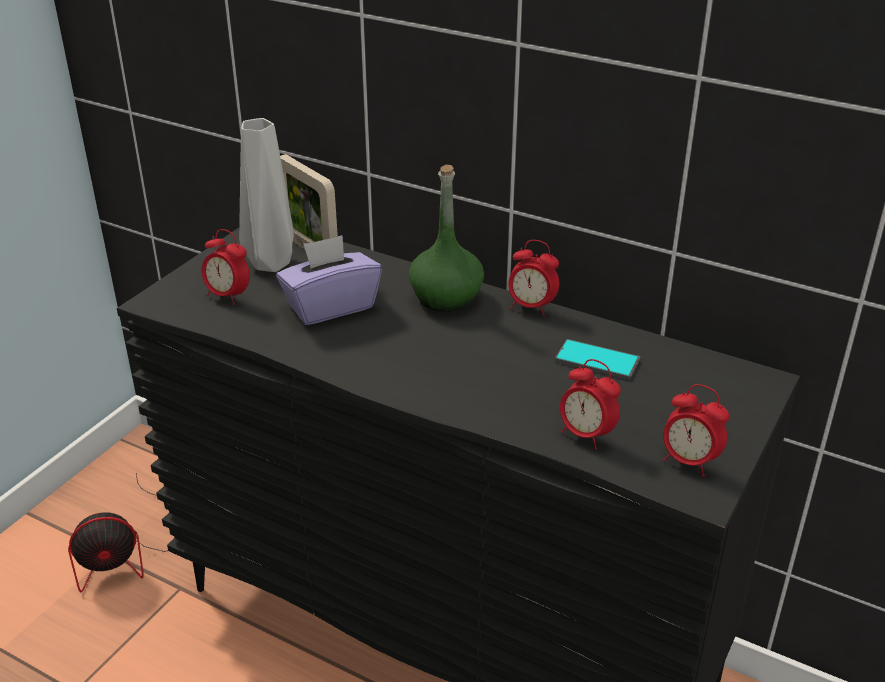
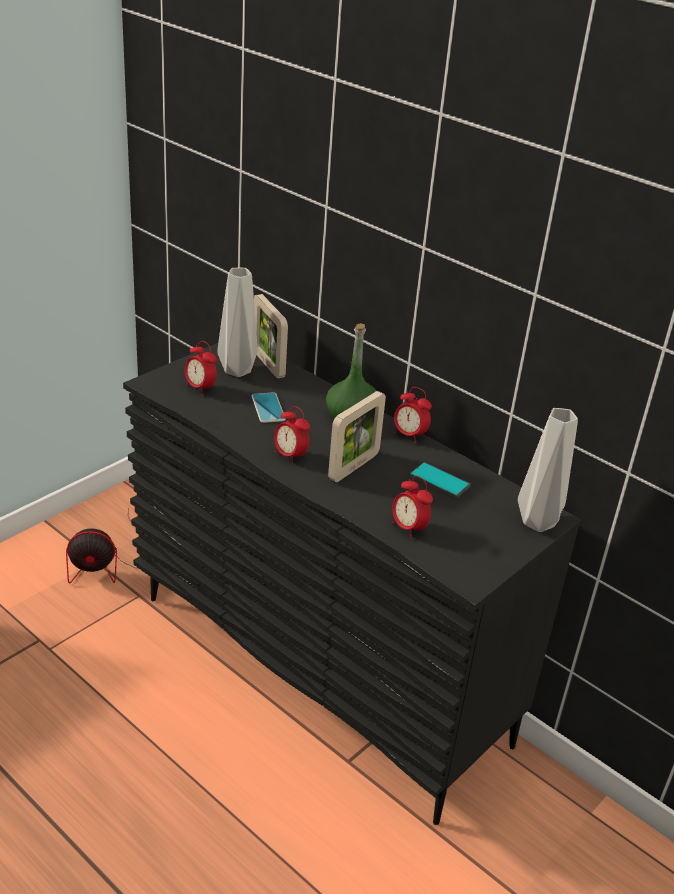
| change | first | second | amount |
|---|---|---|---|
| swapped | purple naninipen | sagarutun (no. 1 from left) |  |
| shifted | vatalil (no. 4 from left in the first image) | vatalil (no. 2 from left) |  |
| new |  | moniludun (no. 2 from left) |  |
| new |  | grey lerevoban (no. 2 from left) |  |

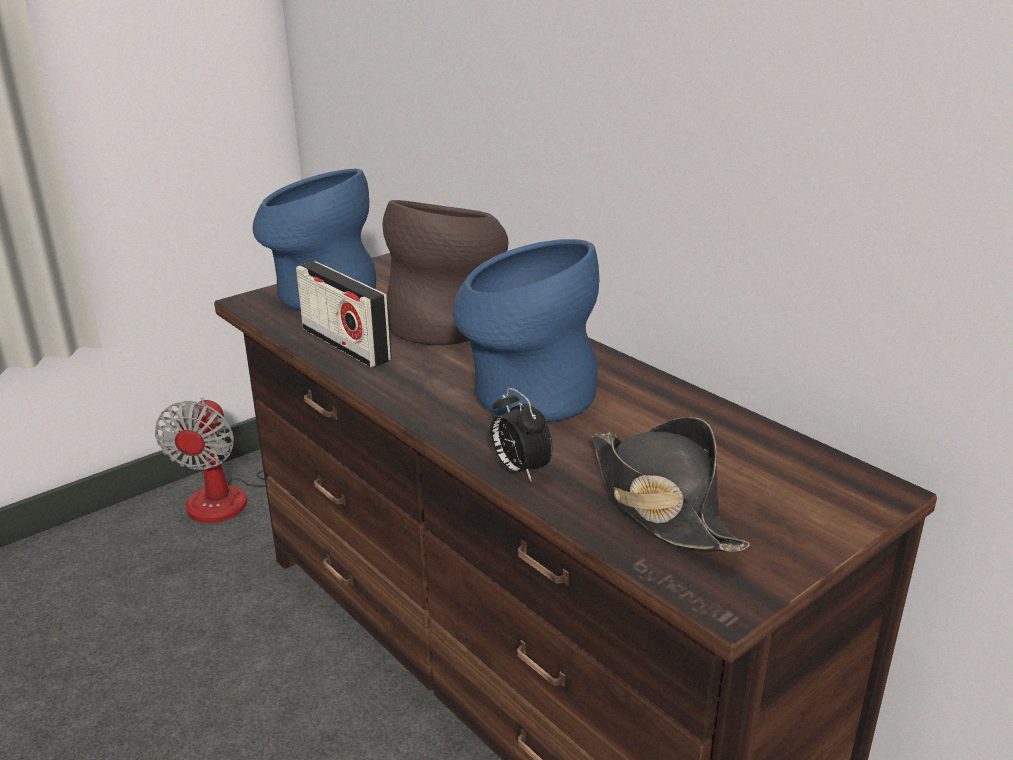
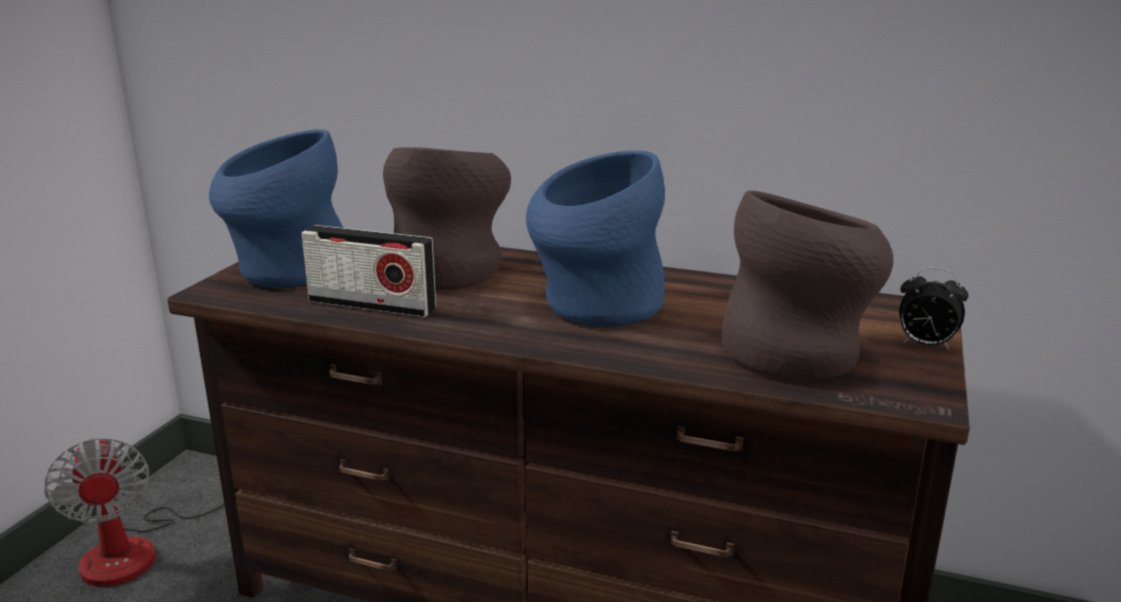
| change | first | second | amount |
|---|---|---|---|
| shifted | vatalil |  |  |
| swapped | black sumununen | brown lerevoban (no. 2 from left) |  |

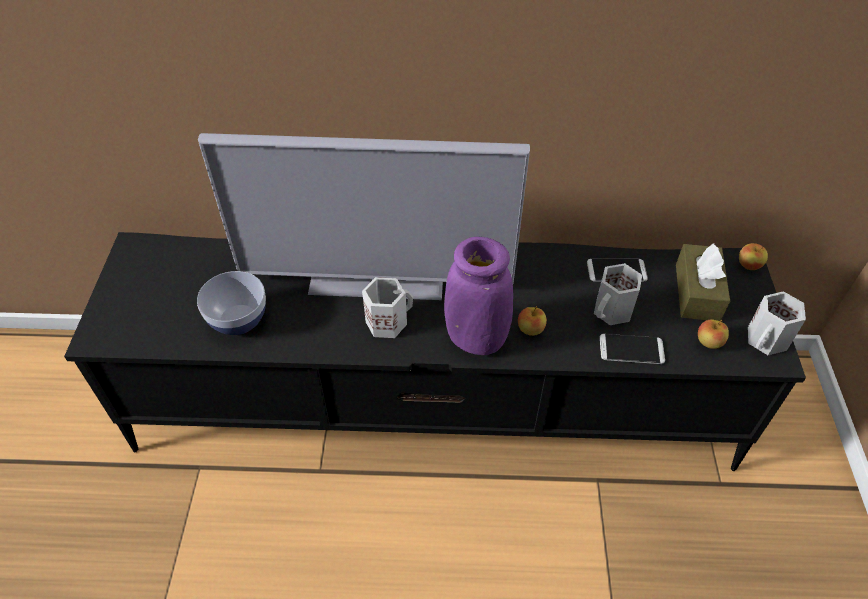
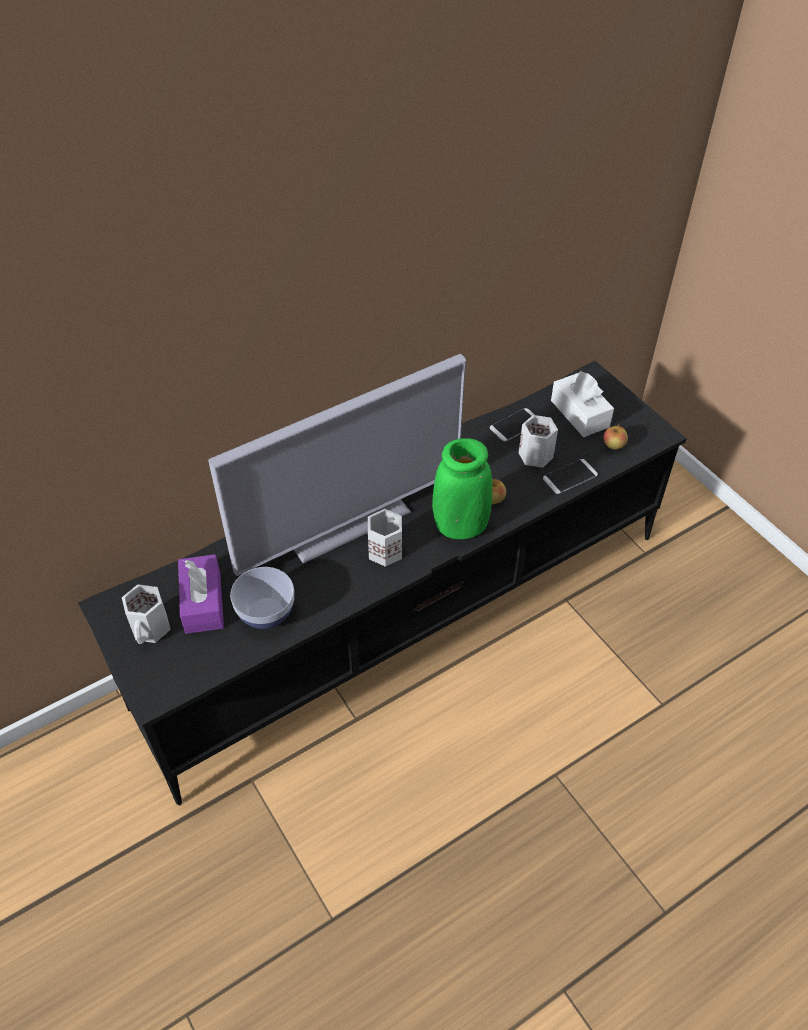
| change | first | second | amount |
|---|---|---|---|
| repainted | purple lerevoban | green lerevoban |  |
| repainted | brown naninipen | white naninipen |  |
| gone | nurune (no. 3 from left) |  |  |
| shifted | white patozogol (no. 3 from left in the first image) | white patozogol (no. 1 from left) |  |
| new |  | purple naninipen |  |

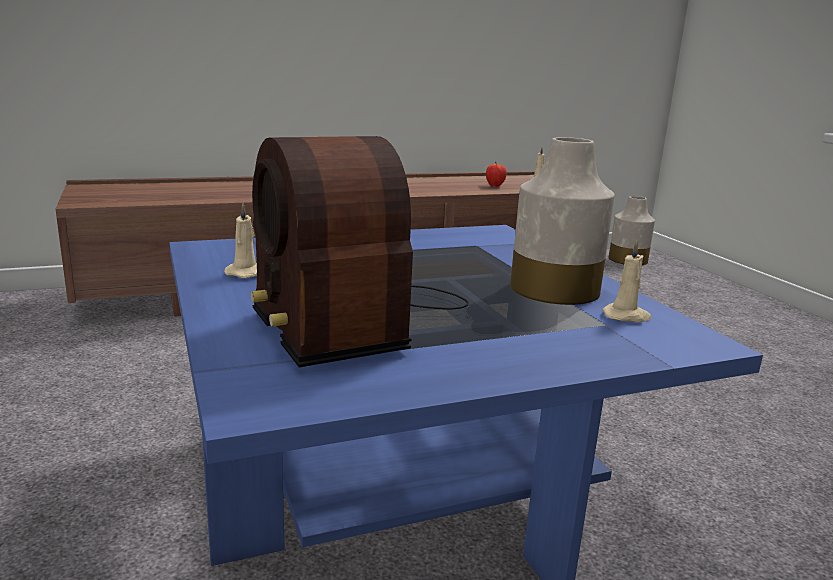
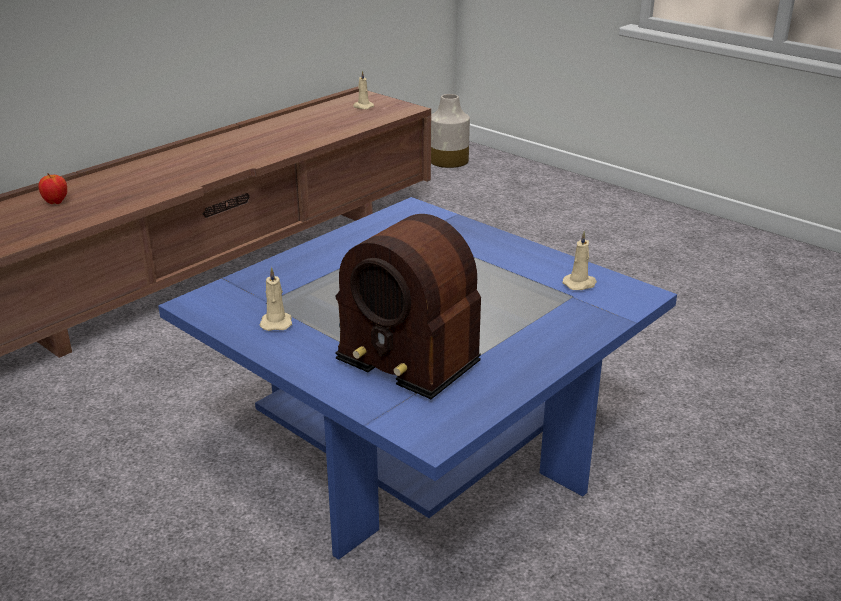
| change | first | second | amount |
|---|---|---|---|
| shifted | nurune |  |  |
| gone | beige lerevoban (no. 1 from left) |  |  |

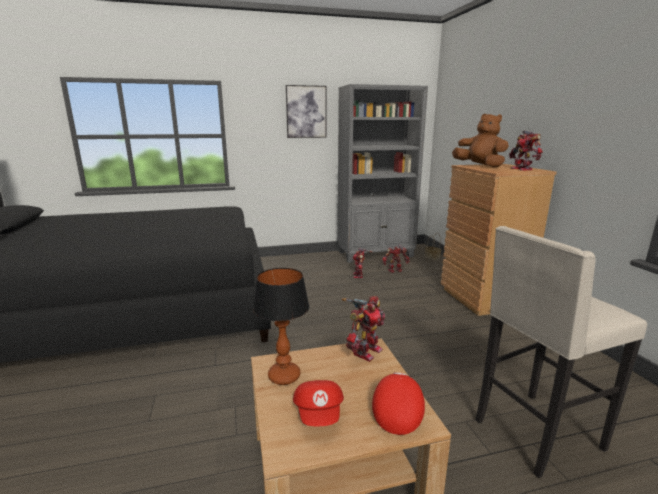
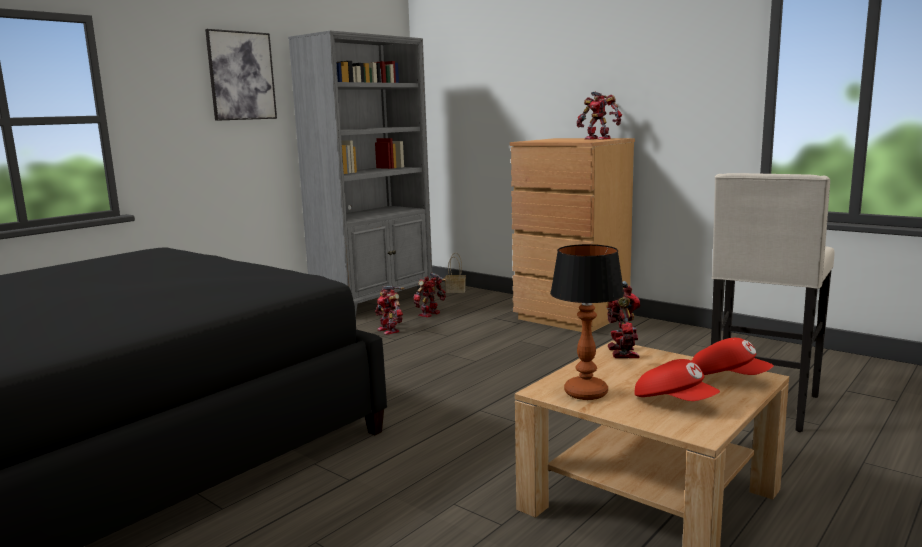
| change | first | second | amount |
|---|---|---|---|
| rotated | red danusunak (no. 2 from left) |  | 150 degrees clockwise |
| gone | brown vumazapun |  |  |

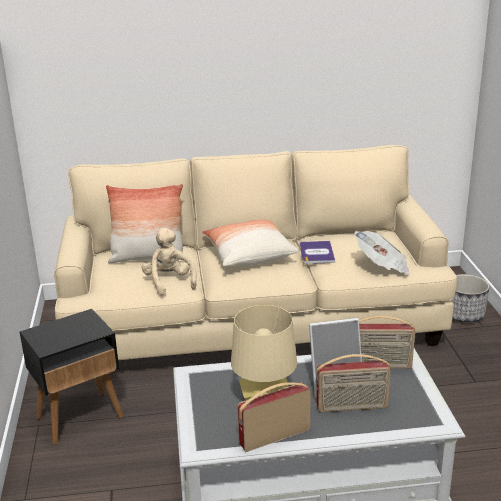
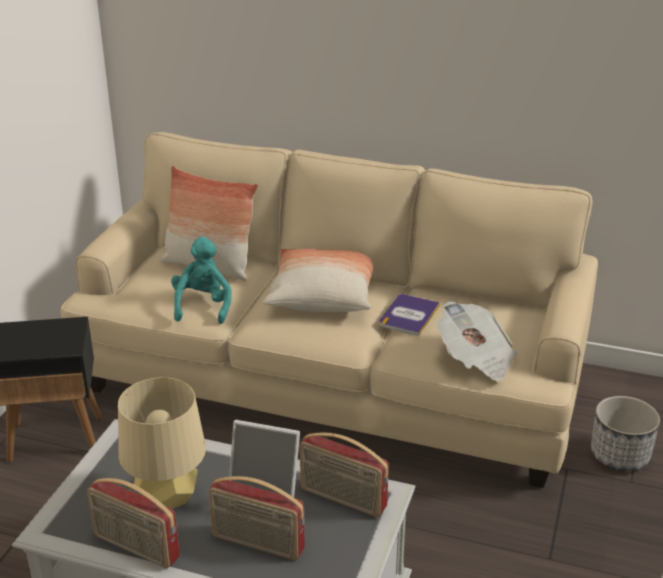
| change | first | second | amount |
|---|---|---|---|
| repainted | beige vumazapun | turquoise vumazapun |  |
| rotated | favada (no. 1 from left) |  | 150 degrees counterclockwise |

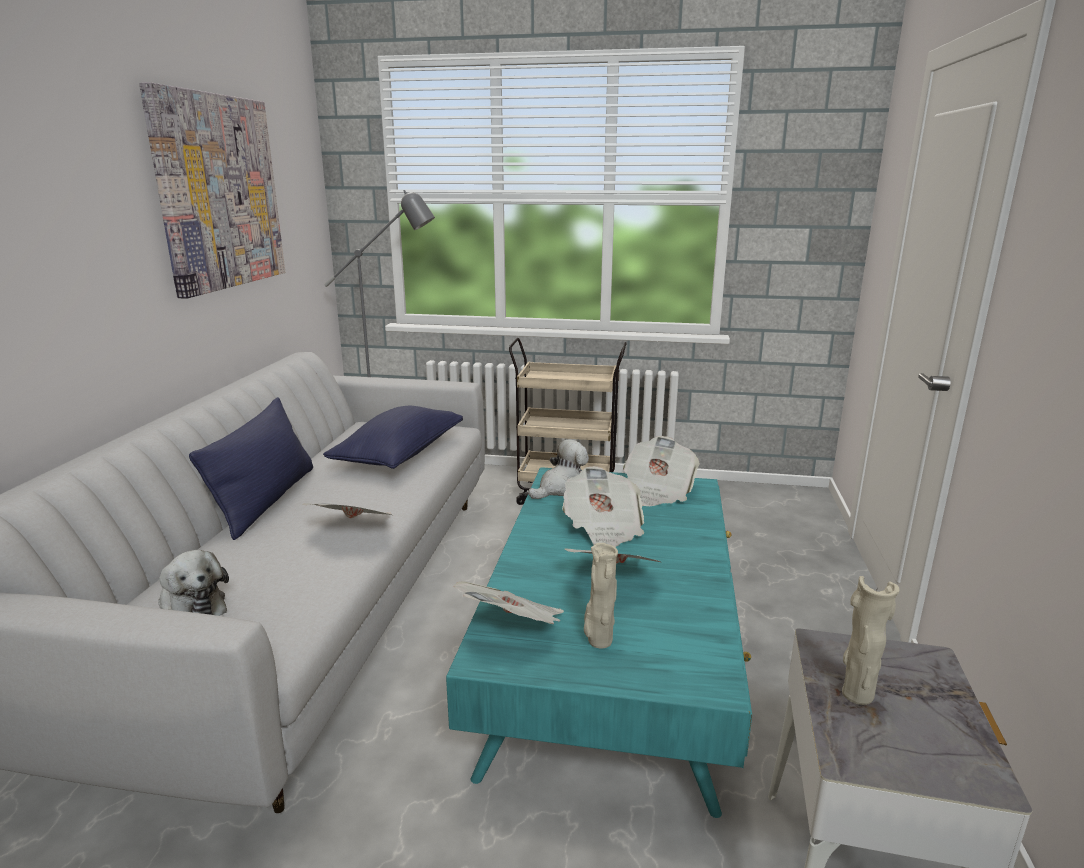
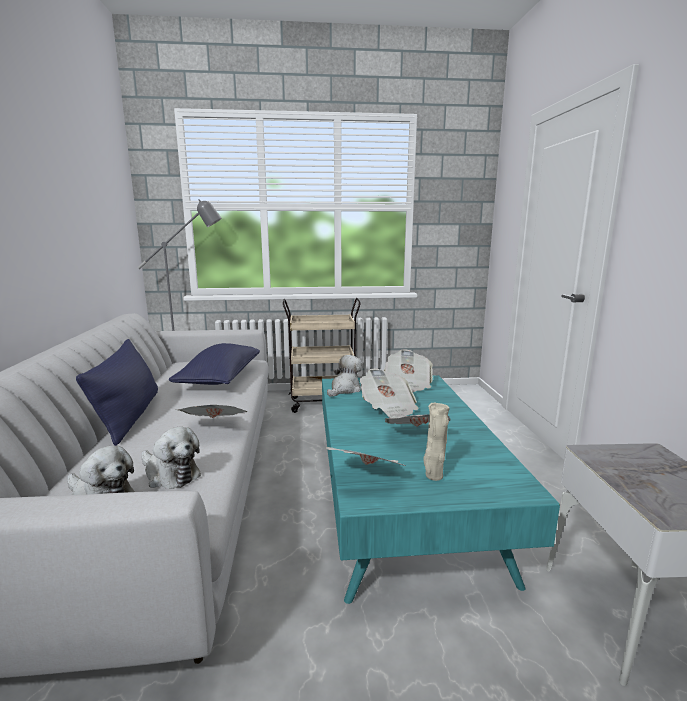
| change | first | second | amount |
|---|---|---|---|
| gone | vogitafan |  |  |
| gone | beige lerevoban (no. 2 from left) |  |  |
| new |  | vumazapun (no. 2 from left) |  |

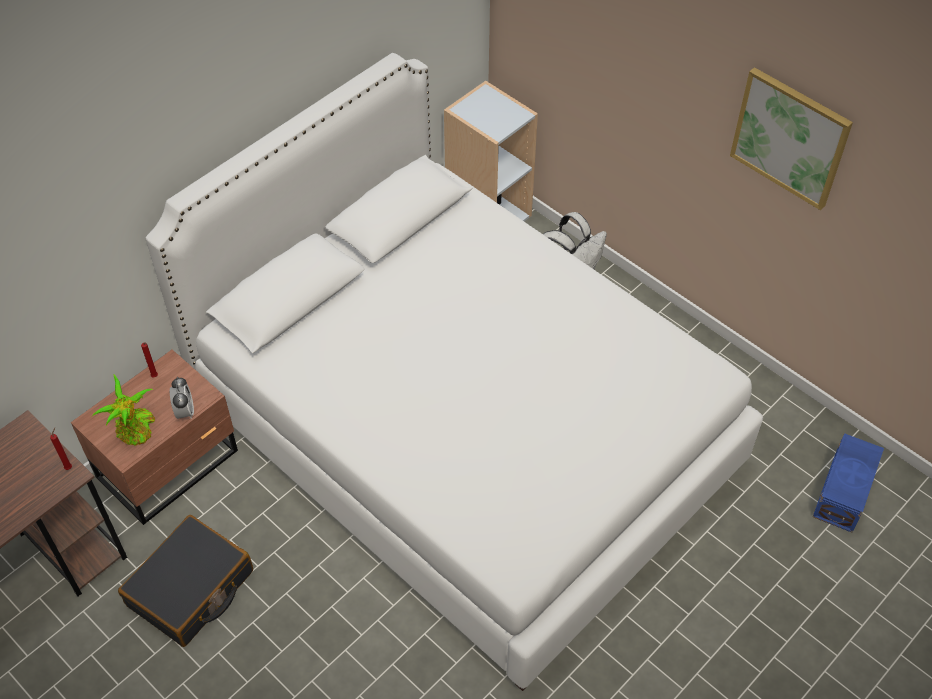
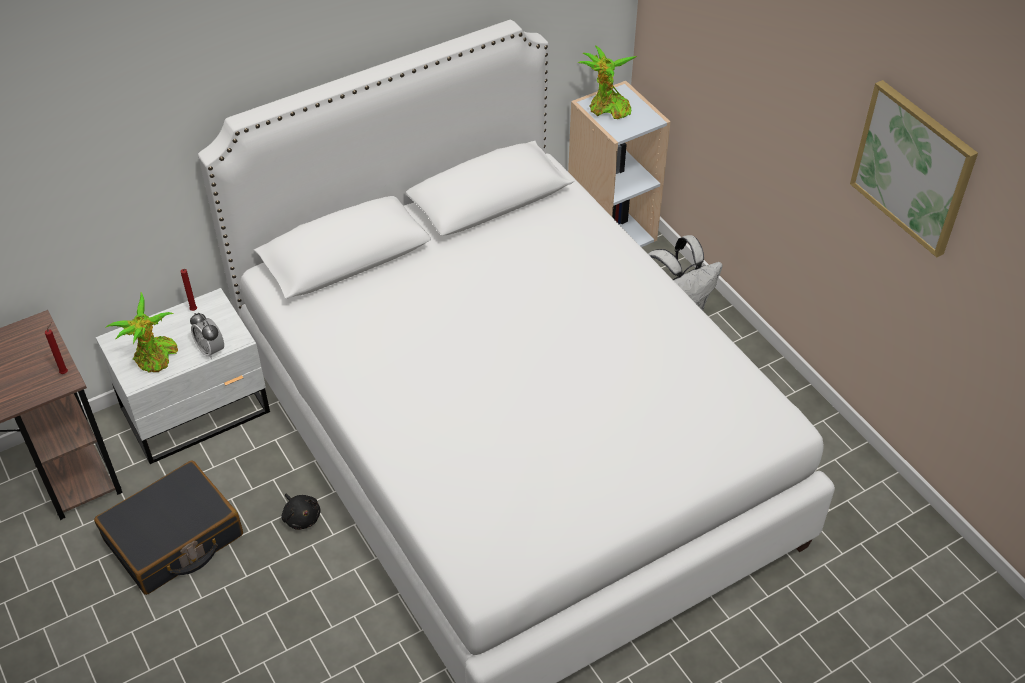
| change | first | second | amount |
|---|---|---|---|
| repainted | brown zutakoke | white zutakoke |  |
| rotated | vatalil |  | 135 degrees clockwise |
| gone | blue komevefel |  |  |
| new |  | black vumazapun |  |
| new |  | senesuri (no. 2 from left) |  |

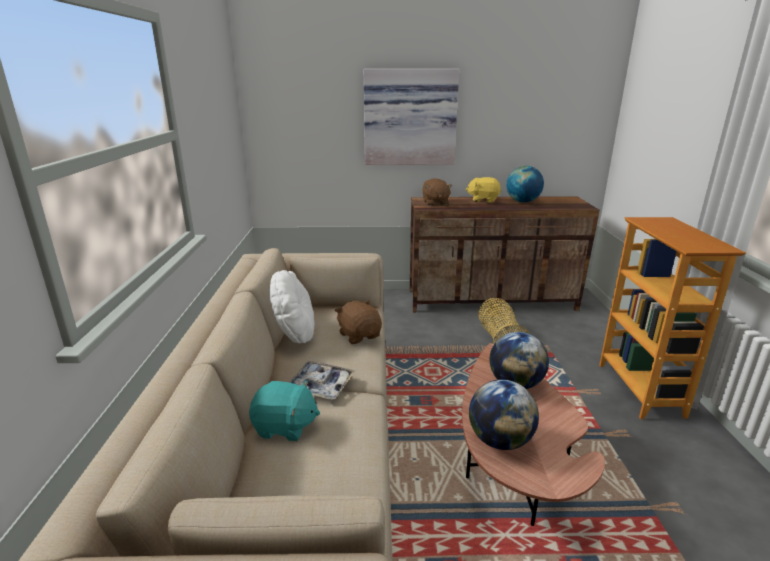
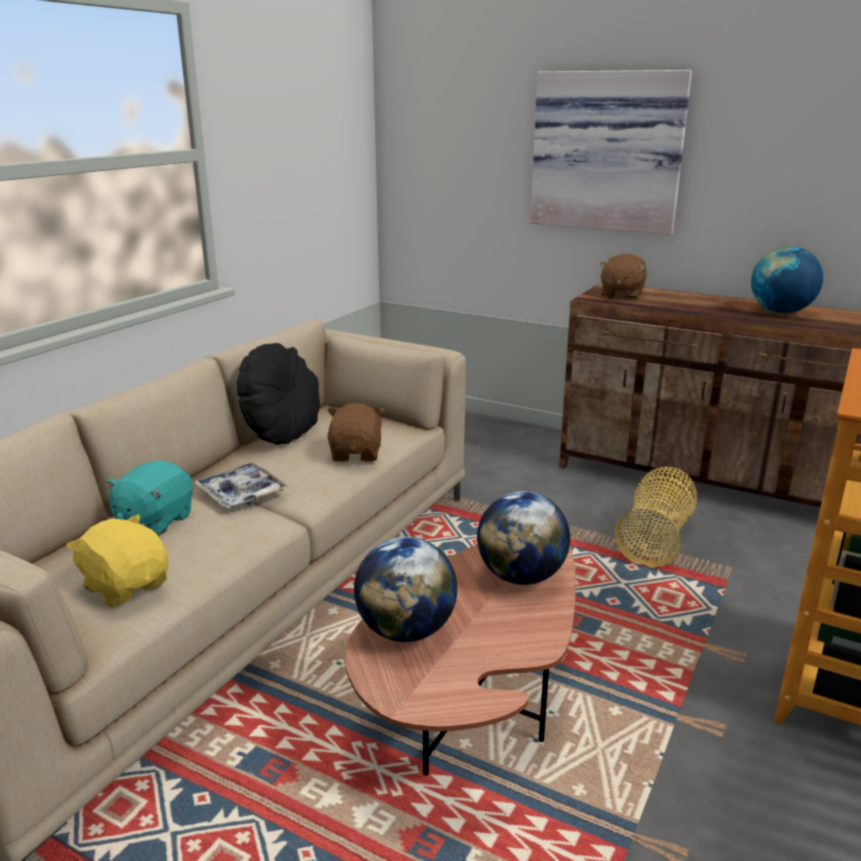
| change | first | second | amount |
|---|---|---|---|
| rotated | turquoise vumazapun |  | 75 degrees clockwise |
| repainted | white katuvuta | black katuvuta |  |
| shifted | yellow vumazapun |  |  |

